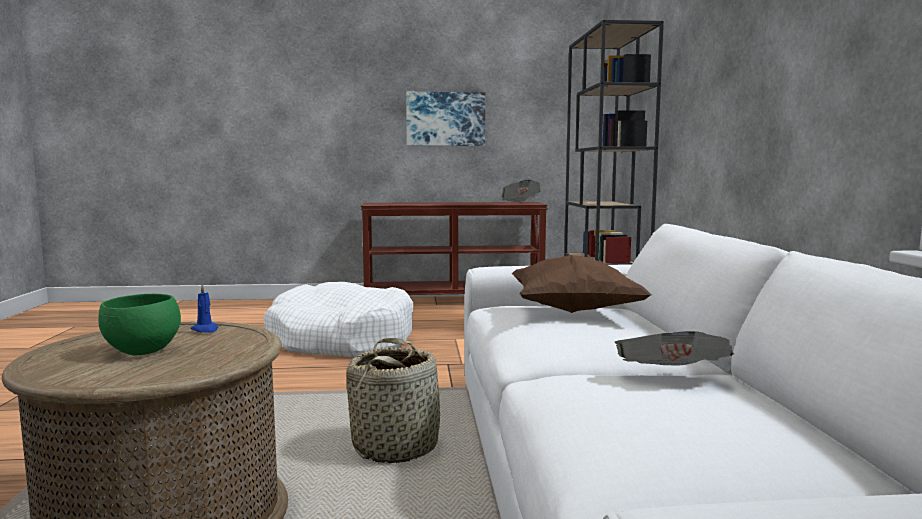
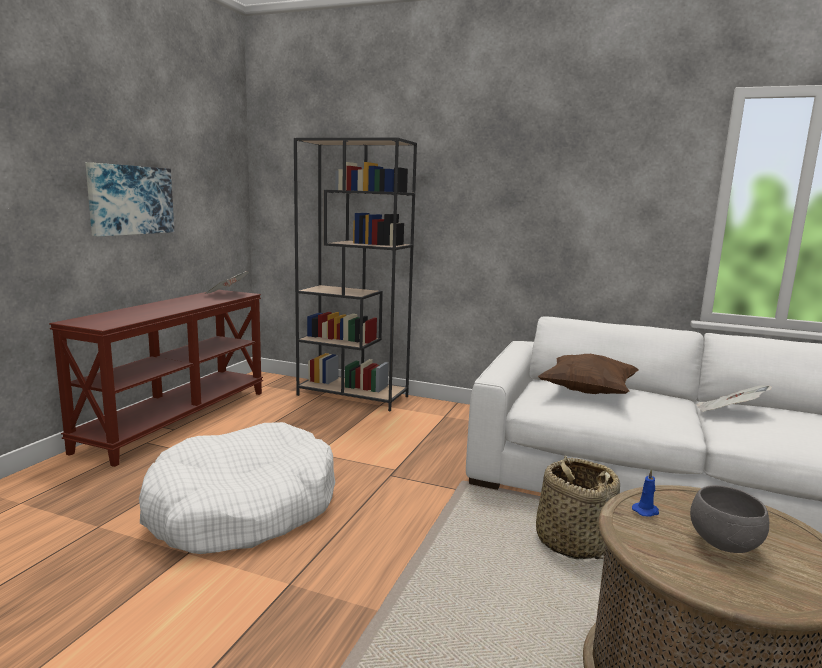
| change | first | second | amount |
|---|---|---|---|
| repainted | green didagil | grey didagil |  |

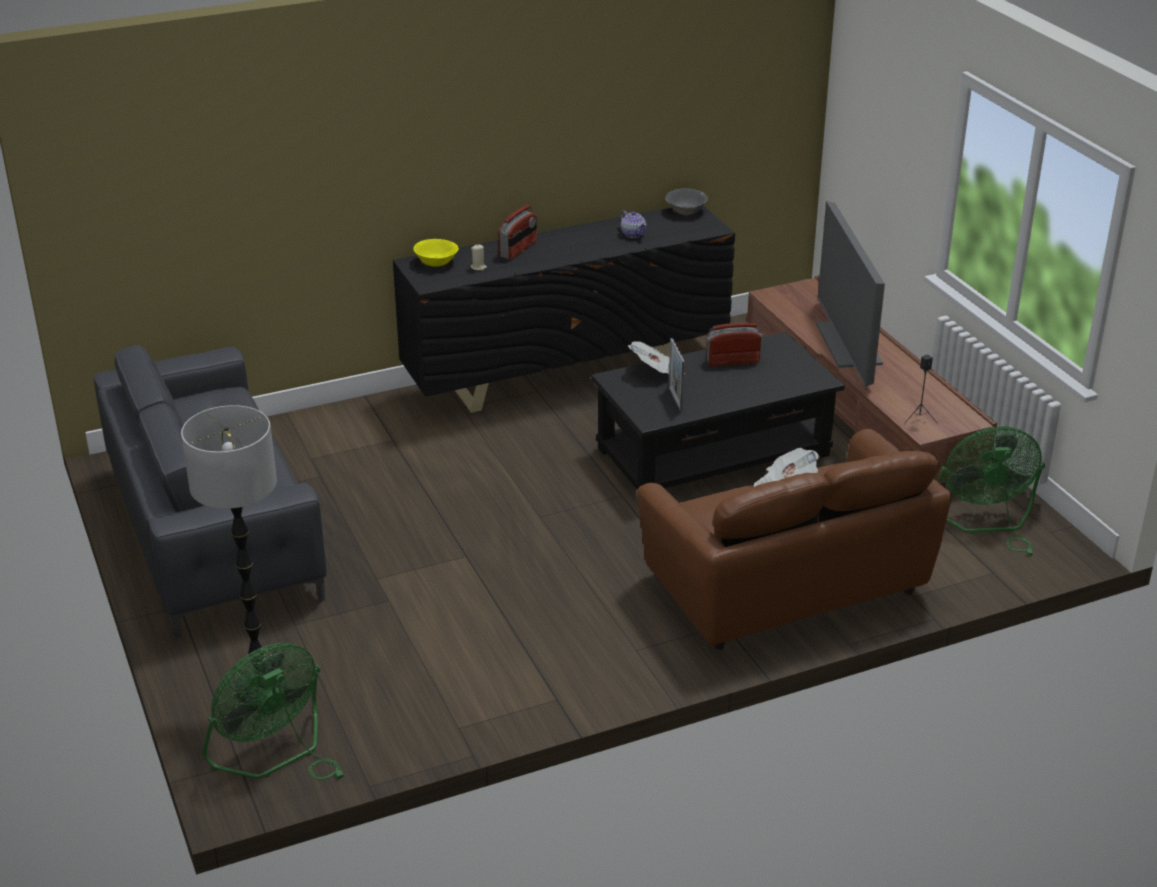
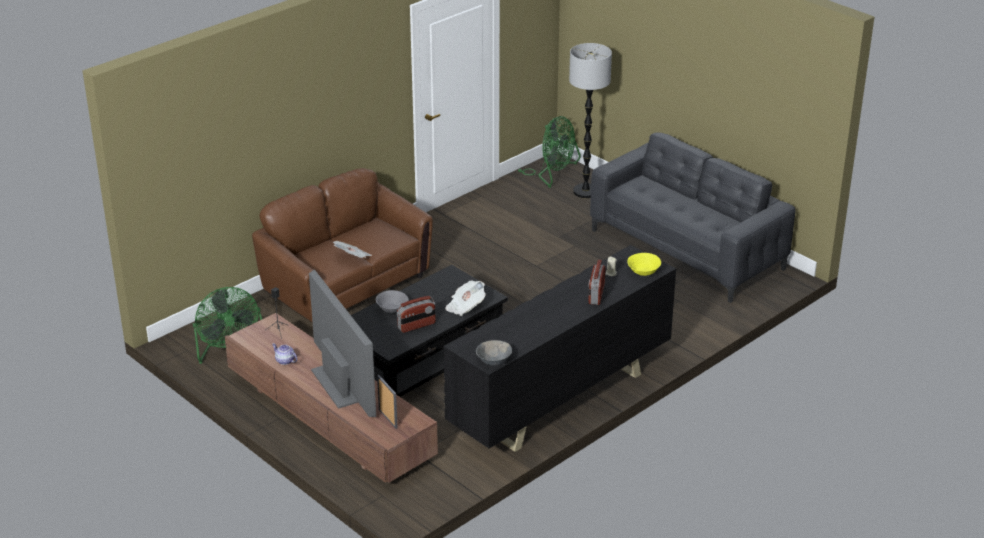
| change | first | second | amount |
|---|---|---|---|
| shifted | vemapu |  |  |
| shifted | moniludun |  |  |
| new |  | grey didagil (no. 1 from left) |  |

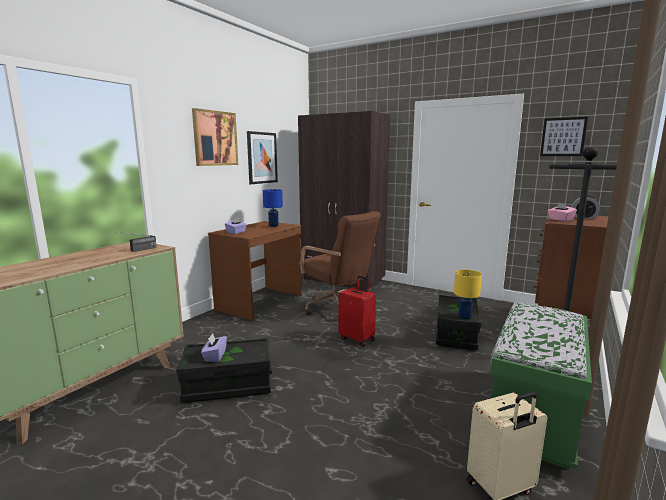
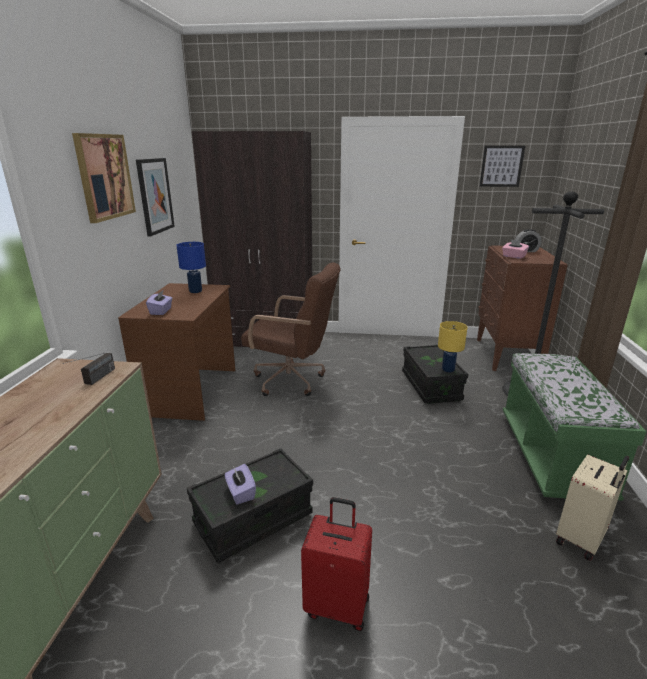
| change | first | second | amount |
|---|---|---|---|
| shifted | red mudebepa |  |  |

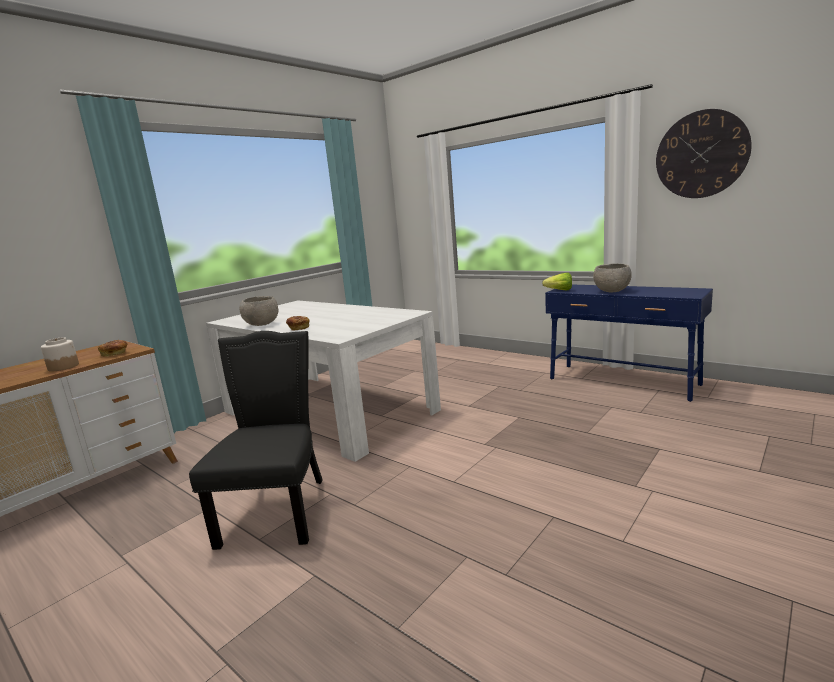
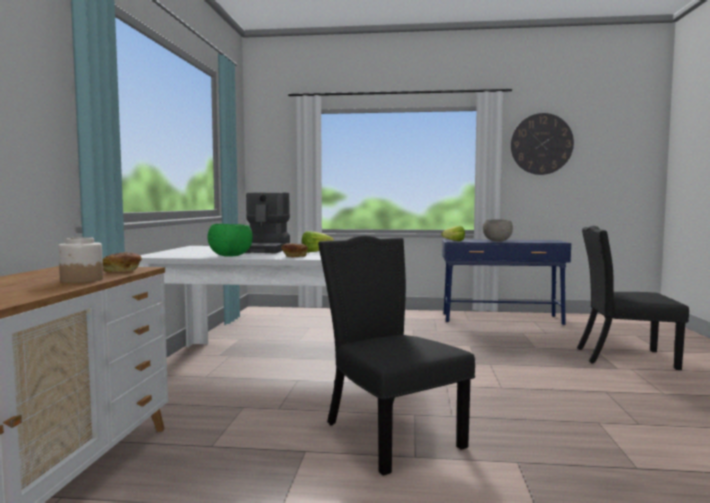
| change | first | second | amount |
|---|---|---|---|
| repainted | grey didagil (no. 1 from left) | green didagil |  |
| new |  | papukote |  |
| new |  | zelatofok (no. 1 from left) |  |
| new |  | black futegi (no. 2 from left) |  |

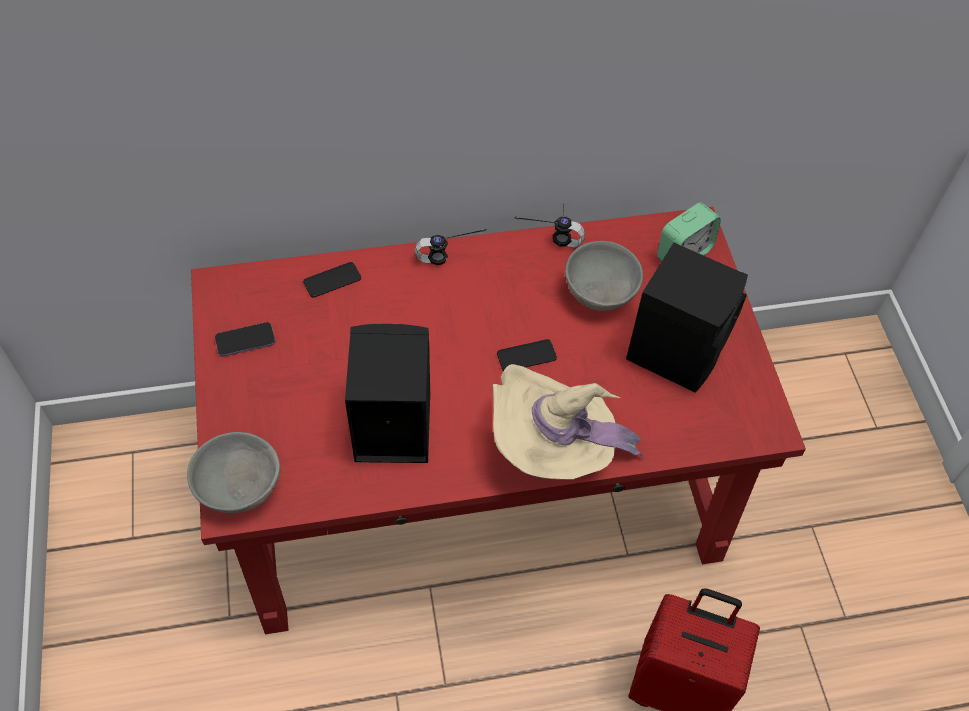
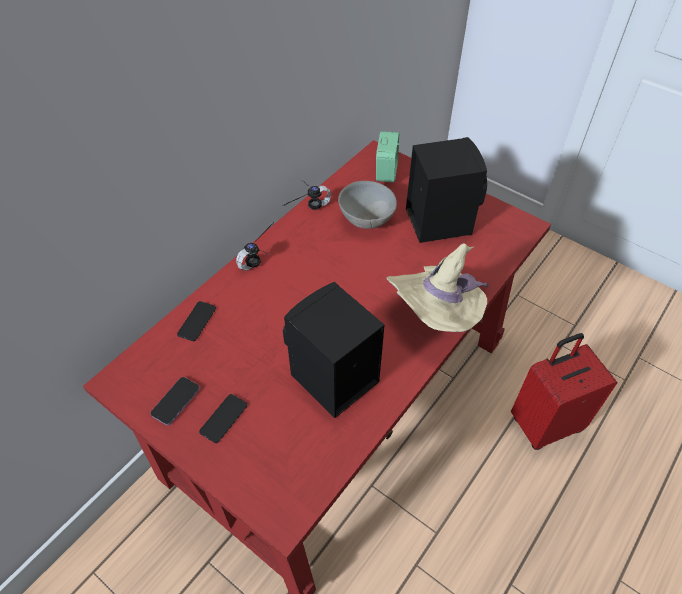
| change | first | second | amount |
|---|---|---|---|
| gone | grey didagil (no. 1 from left) |  |  |
| shifted | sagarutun (no. 3 from left) |  |  |

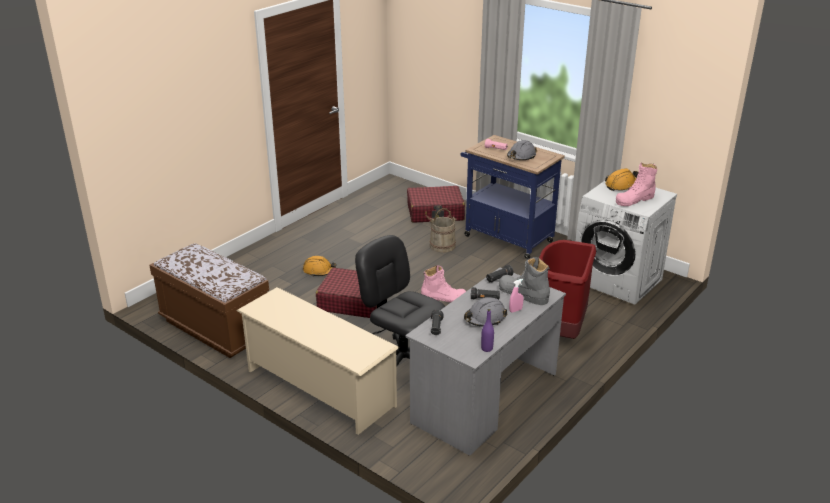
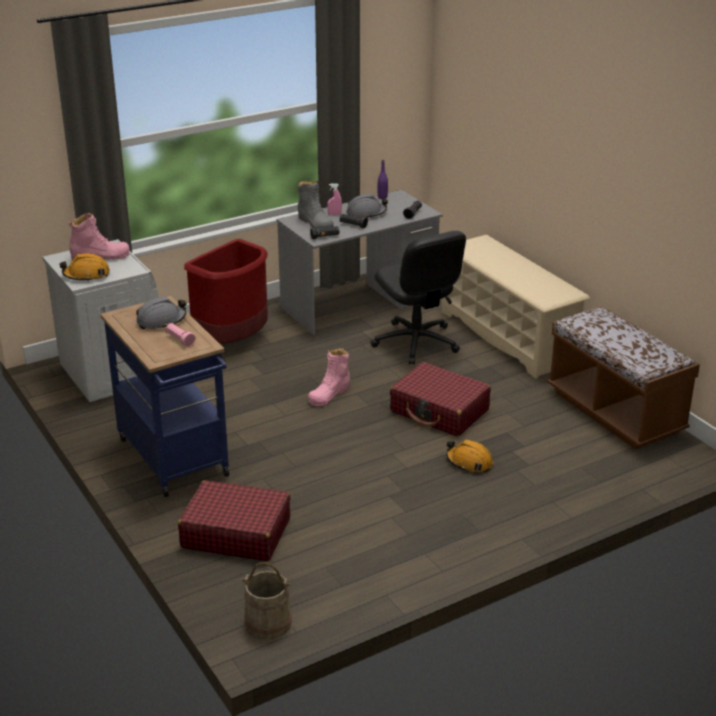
| change | first | second | amount |
|---|---|---|---|
| rotated | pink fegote (no. 1 from left in the first image) | pink fegote (no. 2 from left) | 75 degrees counterclockwise |
| shifted | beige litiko |  |  |

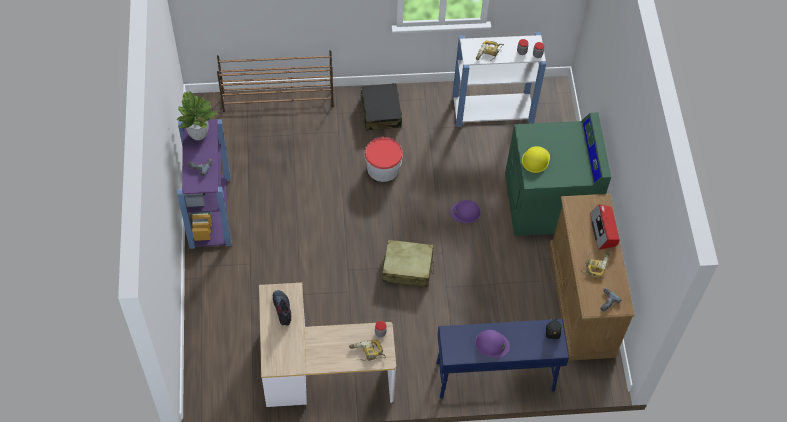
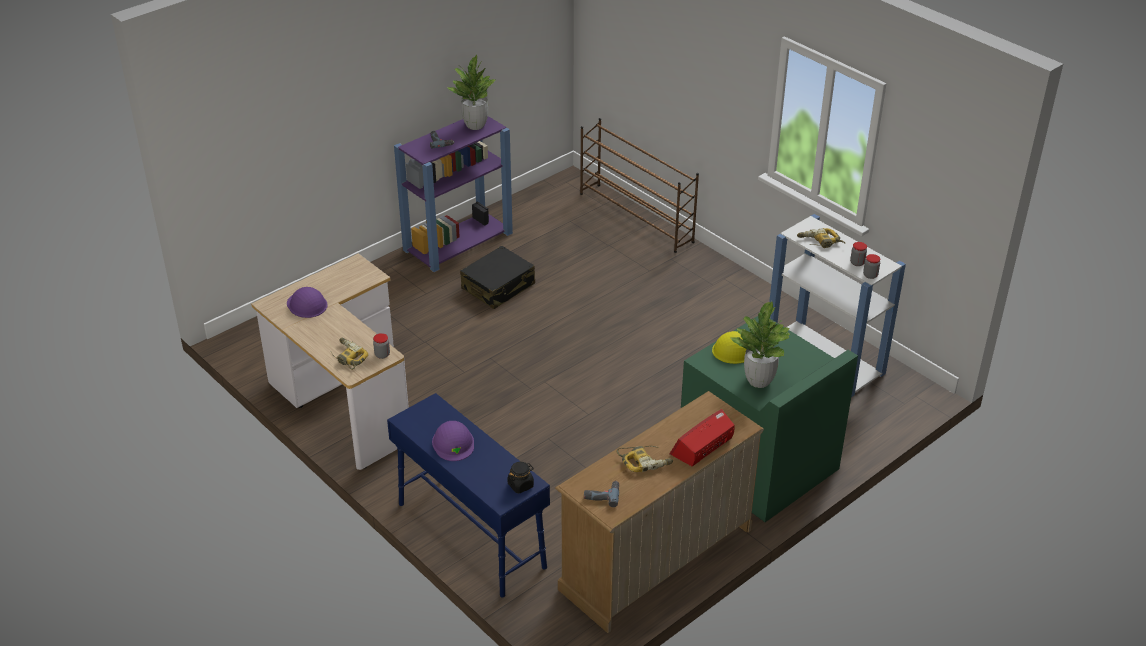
| change | first | second | amount |
|---|---|---|---|
| gone | fegote |  |  |
| shifted | black mudebepa |  |  |
| gone | litiko |  |  |
| gone | beige mudebepa |  |  |
| shifted | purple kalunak (no. 1 from left) |  |  |
| new |  | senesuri (no. 2 from left) |  |

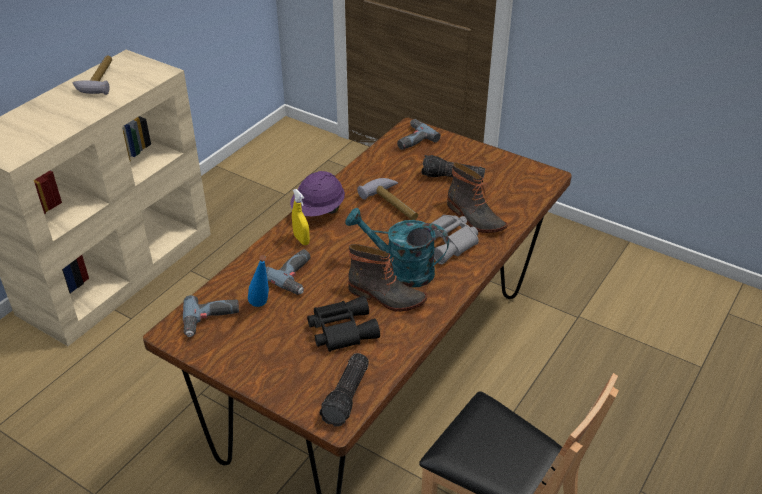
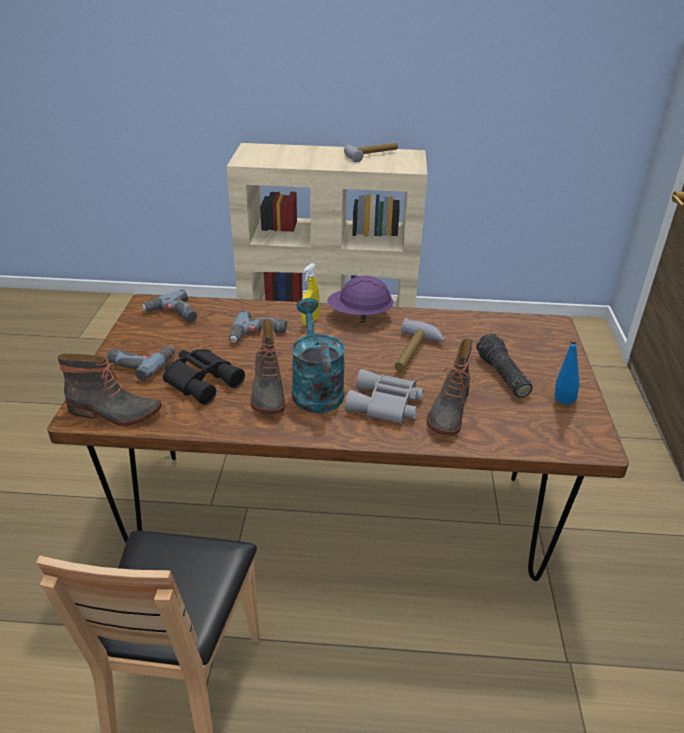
| change | first | second | amount |
|---|---|---|---|
| shifted | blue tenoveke |  |  |
| swapped | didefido (no. 1 from left) | fegote (no. 1 from left) |  |
| shifted | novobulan (no. 3 from left in the first image) | novobulan (no. 1 from left) |  |

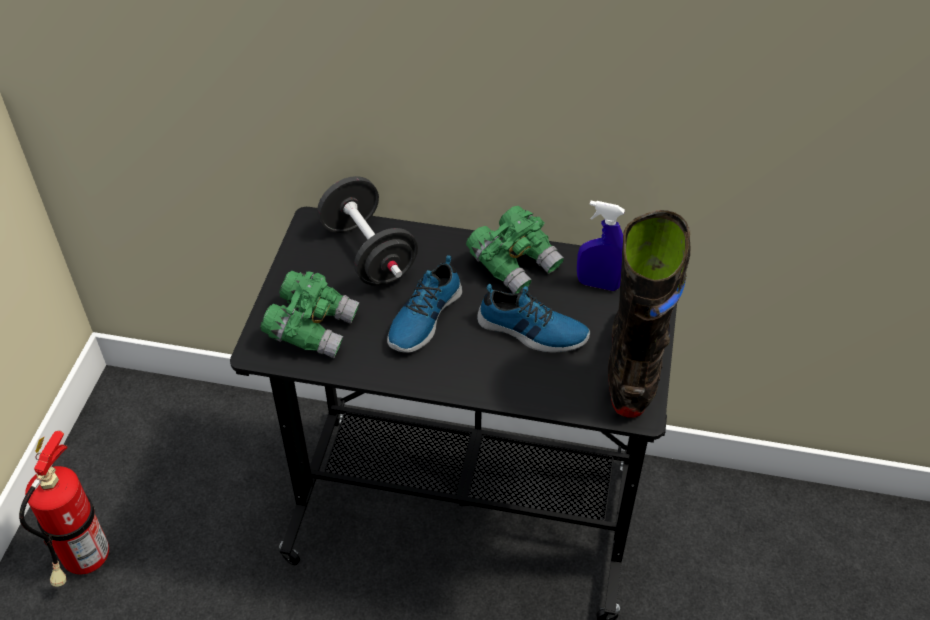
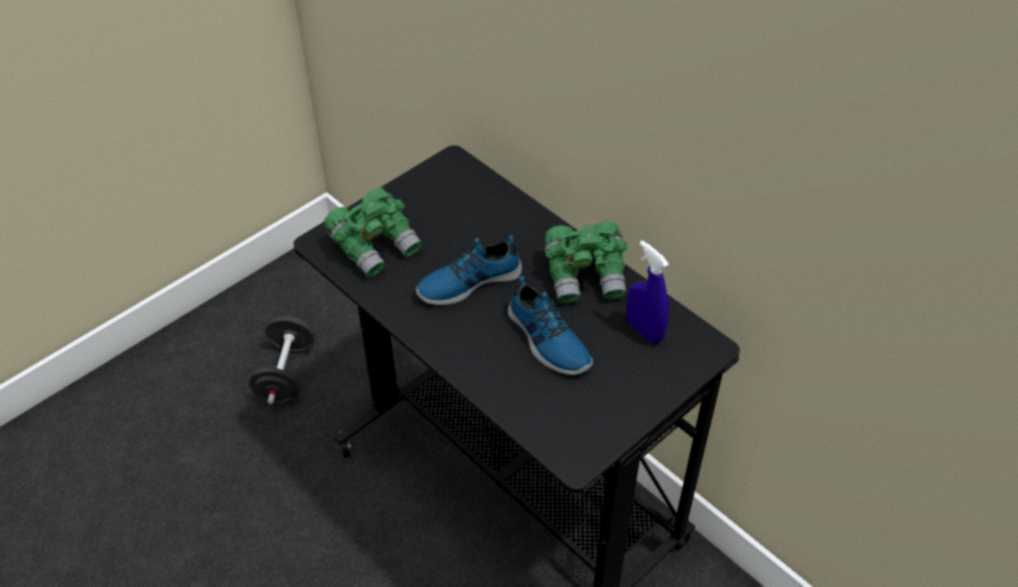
| change | first | second | amount |
|---|---|---|---|
| gone | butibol |  |  |
| shifted | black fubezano |  |  |
| gone | black fegote |  |  |

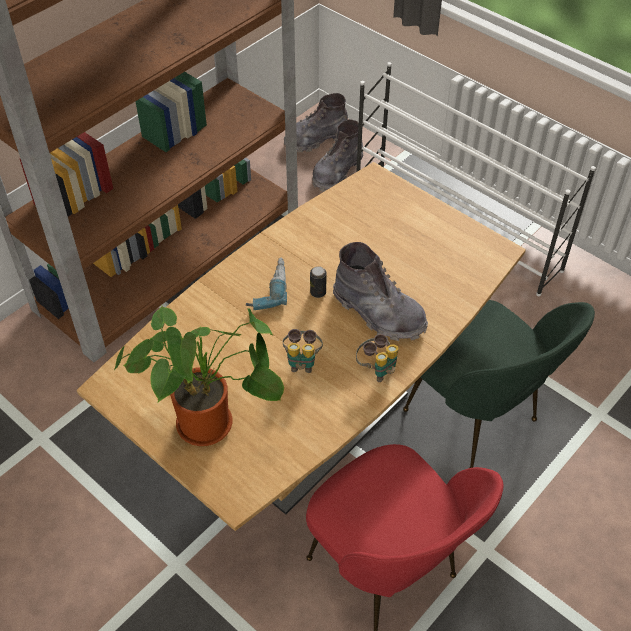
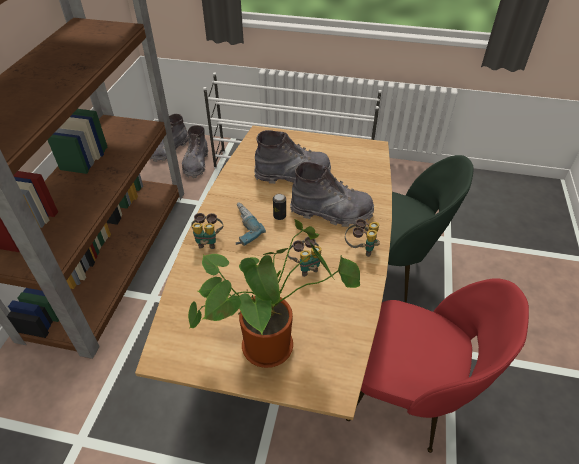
| change | first | second | amount |
|---|---|---|---|
| new |  | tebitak (no. 1 from left) |  |
| new |  | grey fegote (no. 3 from left) |  |

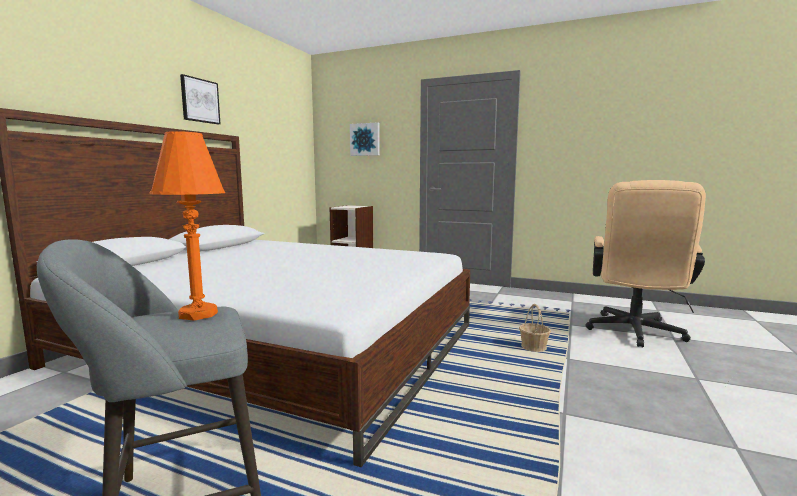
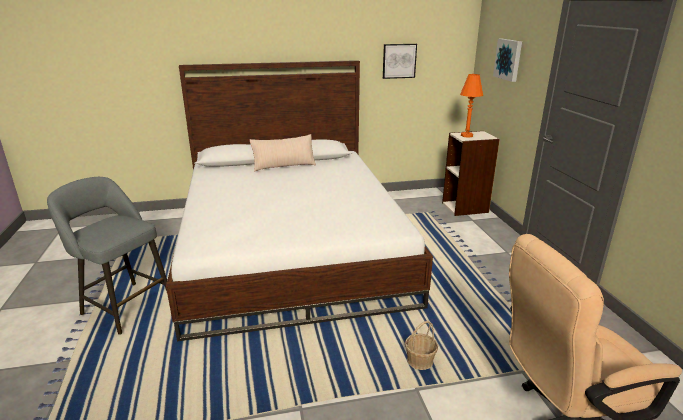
| change | first | second | amount |
|---|---|---|---|
| shifted | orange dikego |  |  |
| shifted | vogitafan (no. 1 from left) |  |  |
| new |  | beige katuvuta |  |

